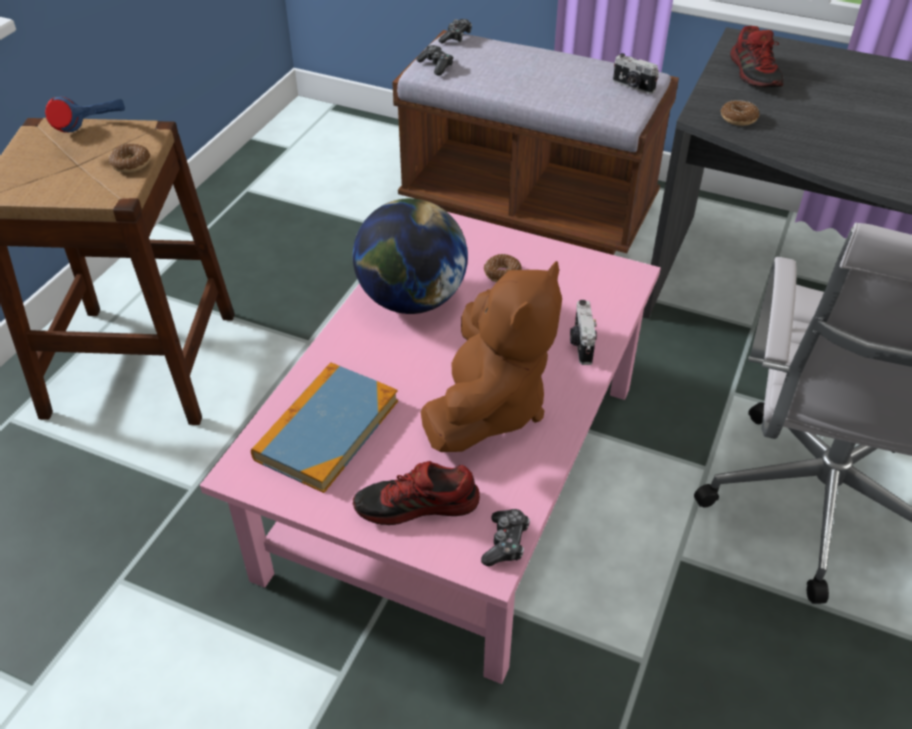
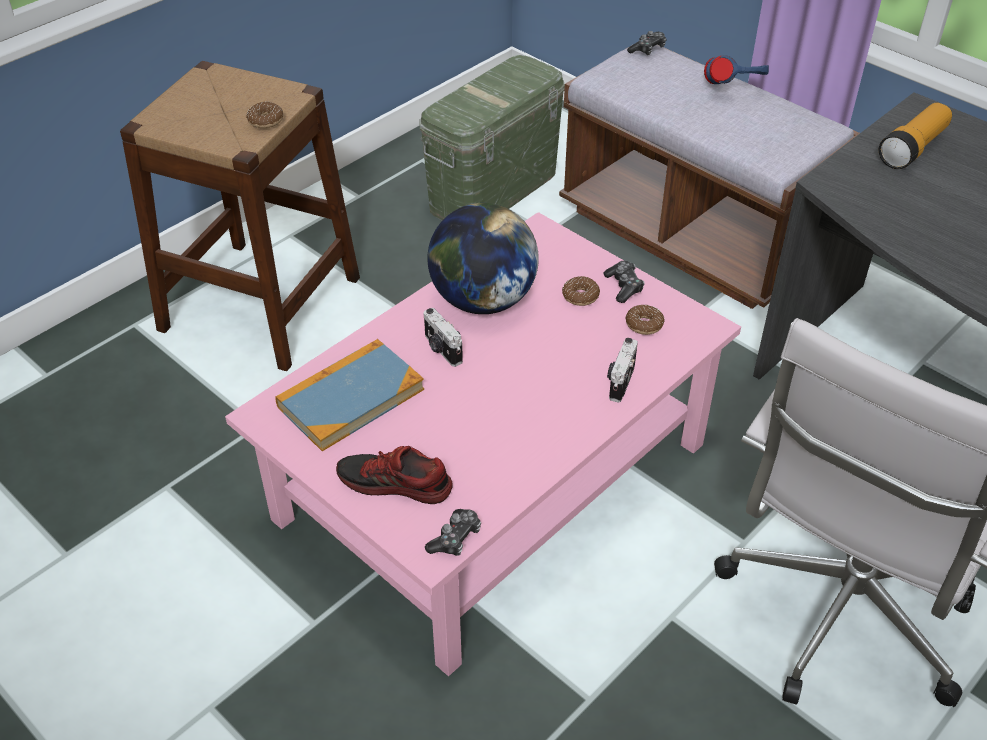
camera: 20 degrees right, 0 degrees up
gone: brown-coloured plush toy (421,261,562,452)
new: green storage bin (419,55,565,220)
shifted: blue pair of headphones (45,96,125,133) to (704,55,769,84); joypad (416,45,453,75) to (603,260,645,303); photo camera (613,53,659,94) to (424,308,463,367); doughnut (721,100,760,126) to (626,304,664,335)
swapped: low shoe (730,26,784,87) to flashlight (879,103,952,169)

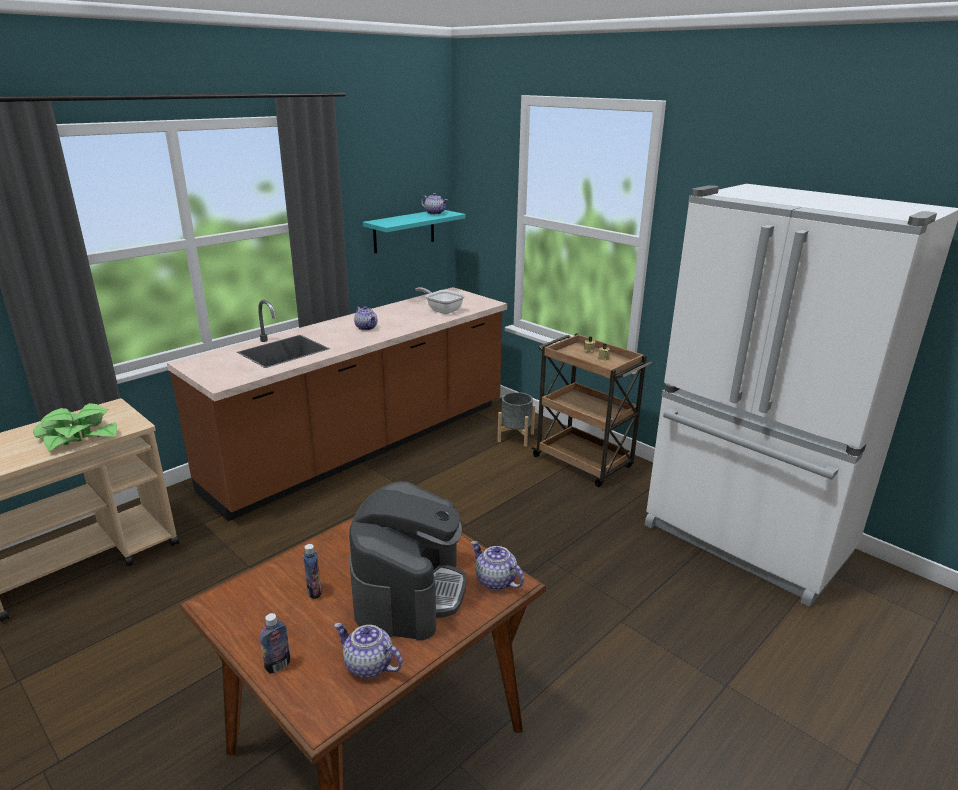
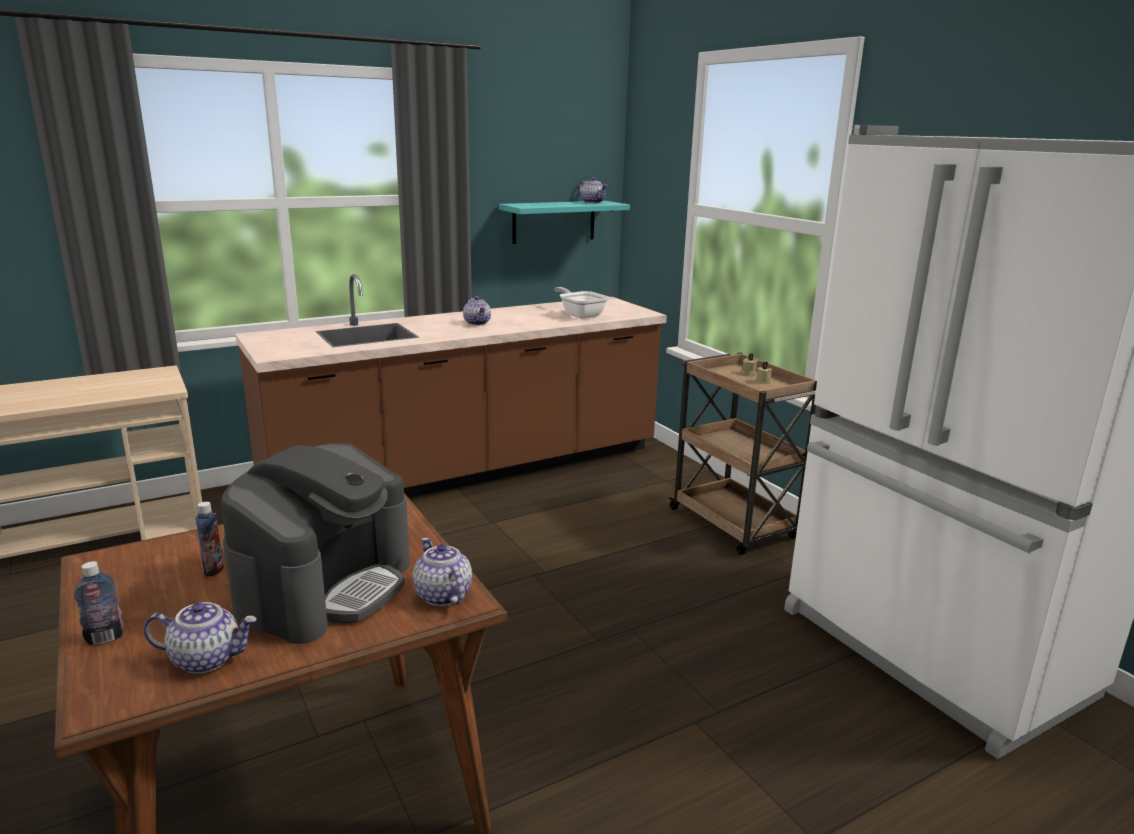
camera: 15 degrees right, 5 degrees down
gone: houseplant (33,403,117,452); grey flower pot (498,392,535,447)
rotated: teapot (334,622,403,679) = (144,602,257,674) 135 degrees clockwise

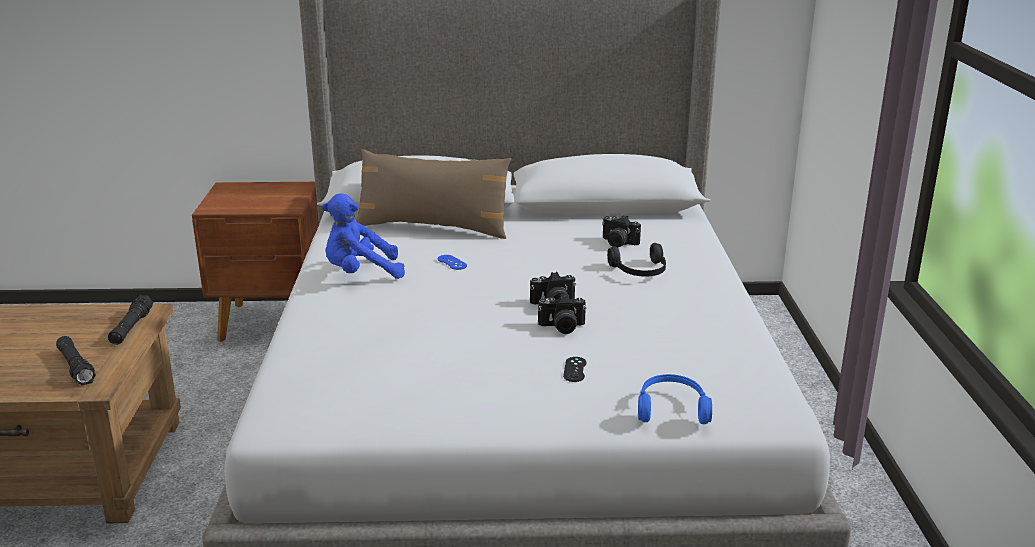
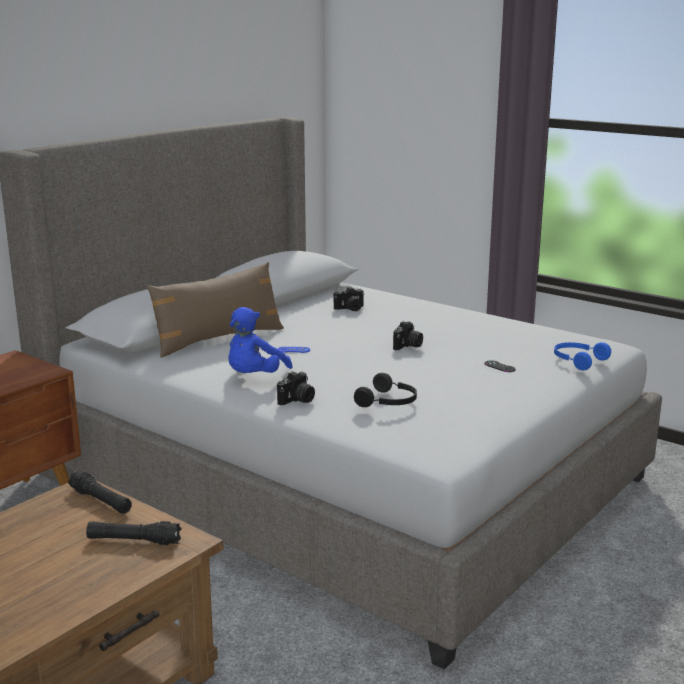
camera: 50 degrees left, 5 degrees down
shifted: photo camera (538,294,586,334) to (277,372,315,405); blackish pair of headphones (607,243,666,277) to (354,373,417,407)

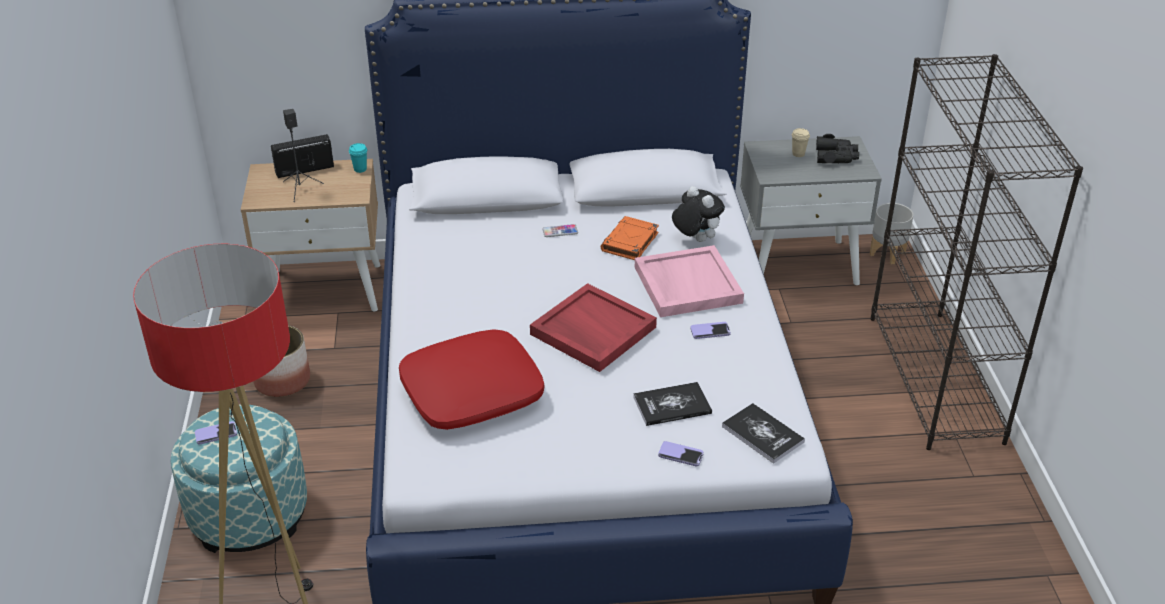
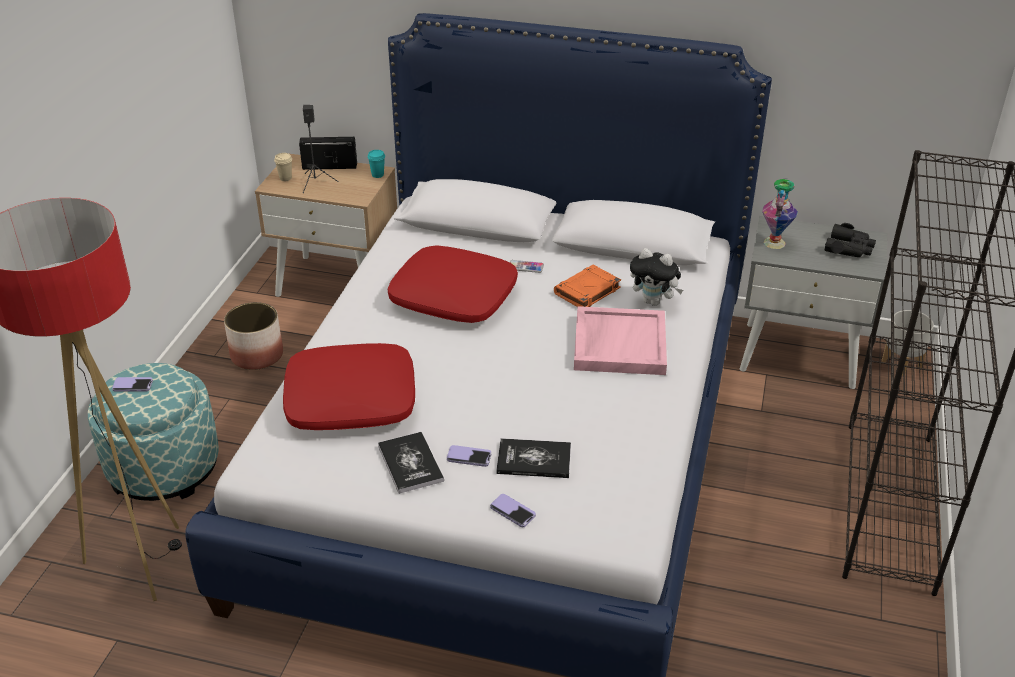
camera: 20 degrees right, 0 degrees up
gone: reddish tray (530,283,657,372)
new: reddish throw pillow (388,245,518,323); decorative vase (762,178,798,249)
shifted: handset (691,322,731,339) to (447,445,492,467); bound book (722,403,805,464) to (378,432,444,494); beige-coloured drinking cup (792,128,810,157) to (274,153,292,181)
rotated: plush toy (672,186,725,242) = (630,248,683,306) 135 degrees clockwise

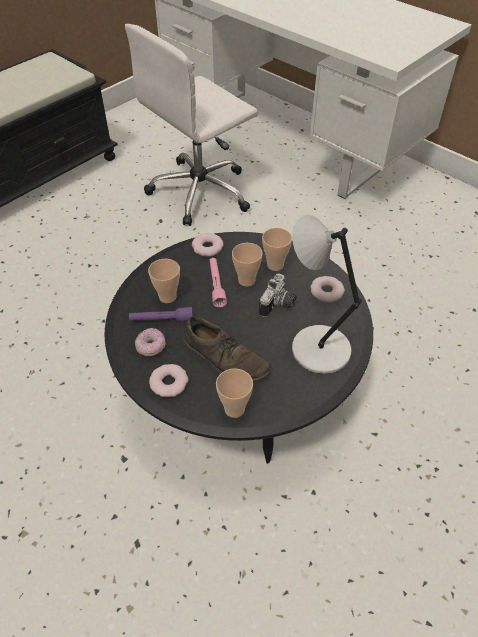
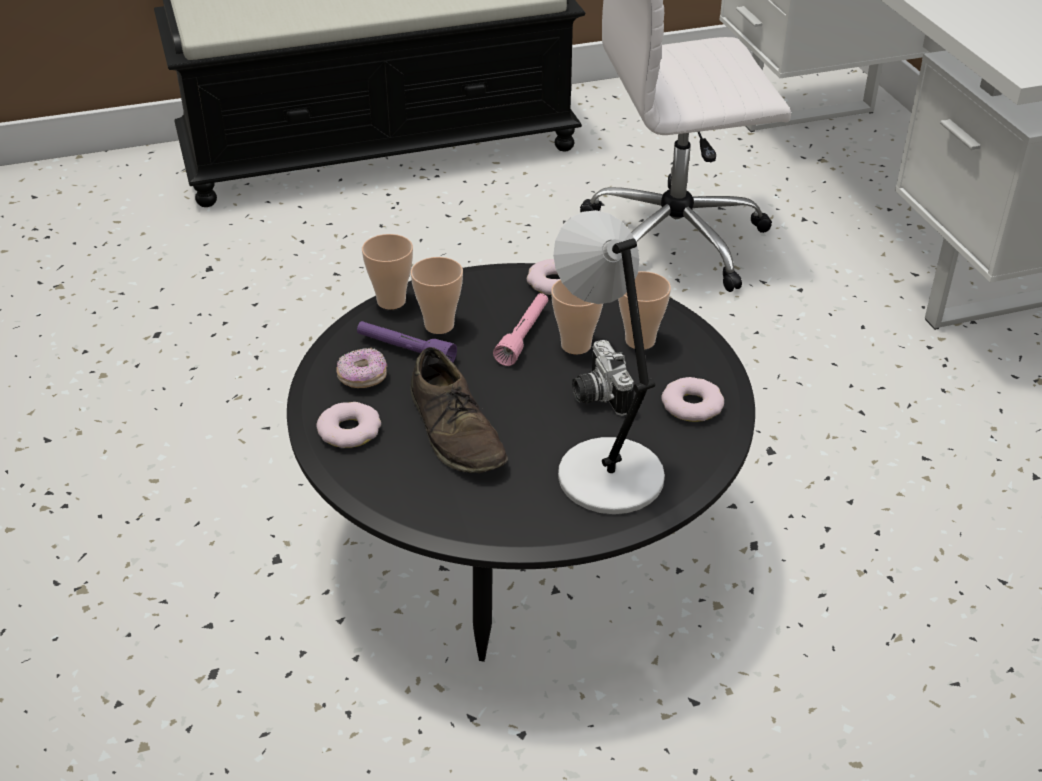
camera: 30 degrees right, 10 degrees down
shifted: drinking cup (216,368,253,418) to (362,234,413,310)
rotated: photo camera (259,274,296,317) = (572,340,634,416) 105 degrees clockwise

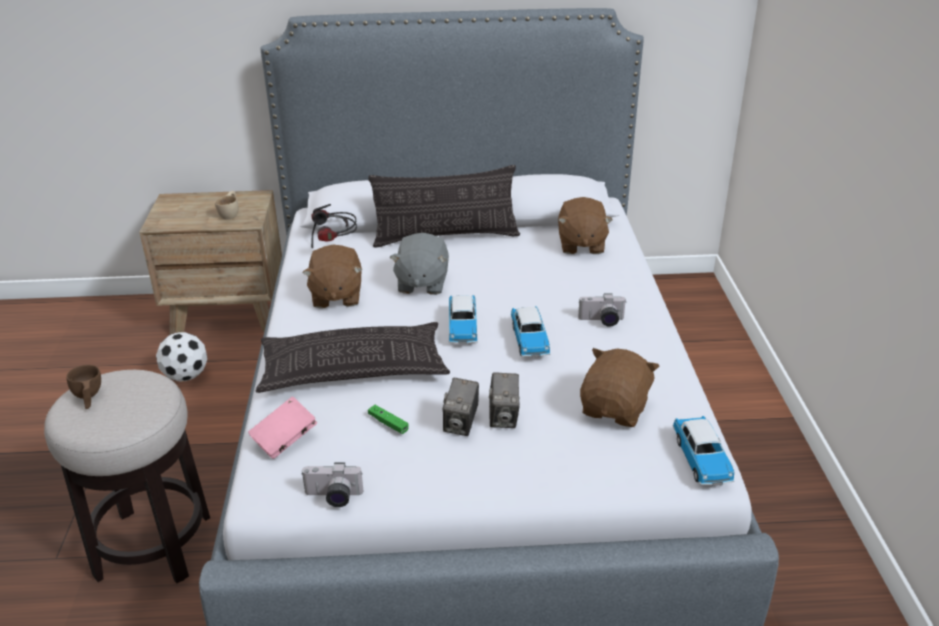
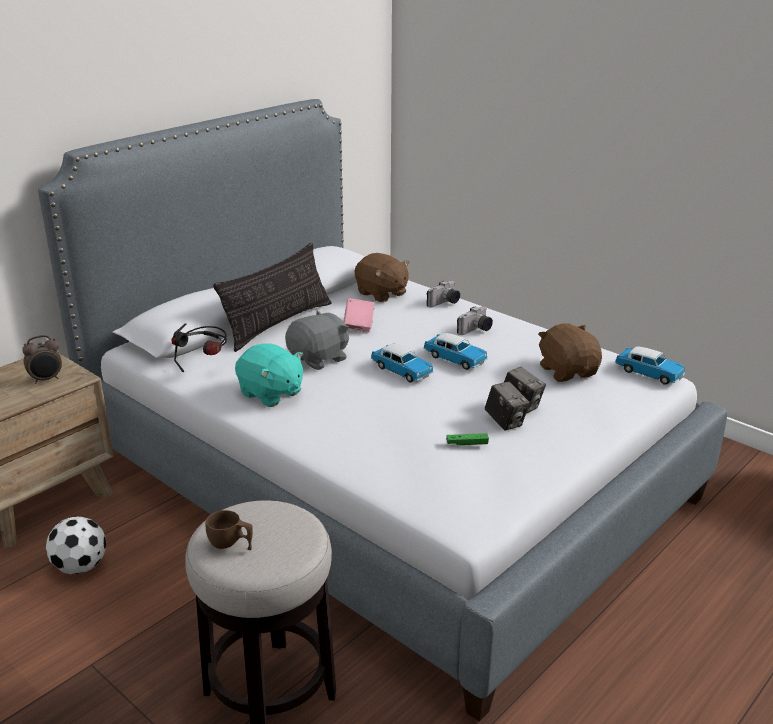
camera: 45 degrees left, 5 degrees down
gone: throw pillow (256,322,450,393)
shifted: pink bound book (248,396,317,459) to (344,298,375,333); photo camera (301,462,364,507) to (427,281,460,307)
swapped: beige-coloured drinking cup (215,191,239,220) to bedside clock (22,335,62,384)
repainted: brown-coloured plush toy (302,245,363,308) to turquoise-coloured plush toy (235,344,303,407)
rotated: grey plush toy (389,233,449,295) = (285,311,349,370) 90 degrees counterclockwise

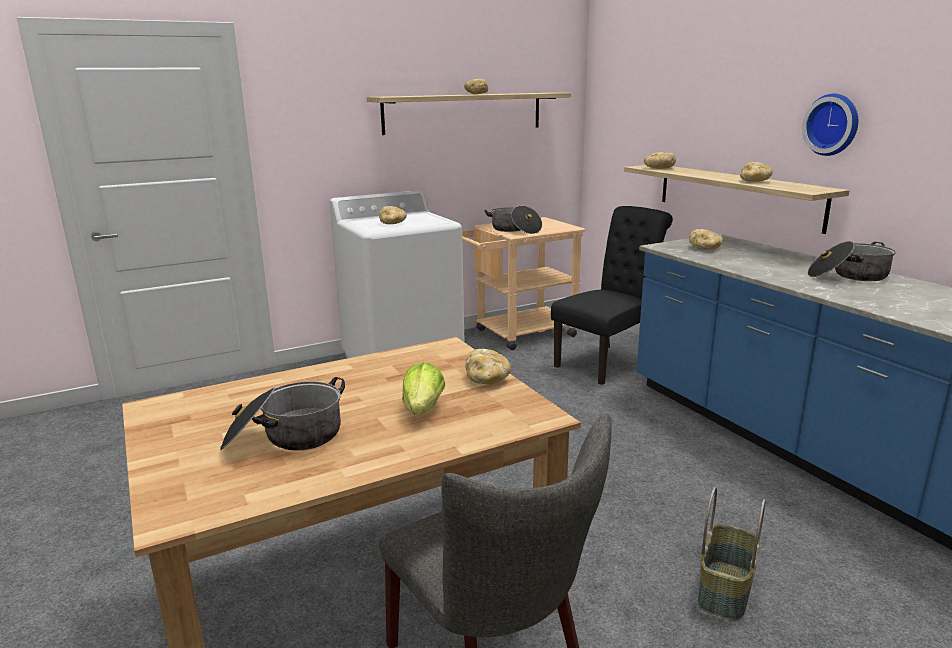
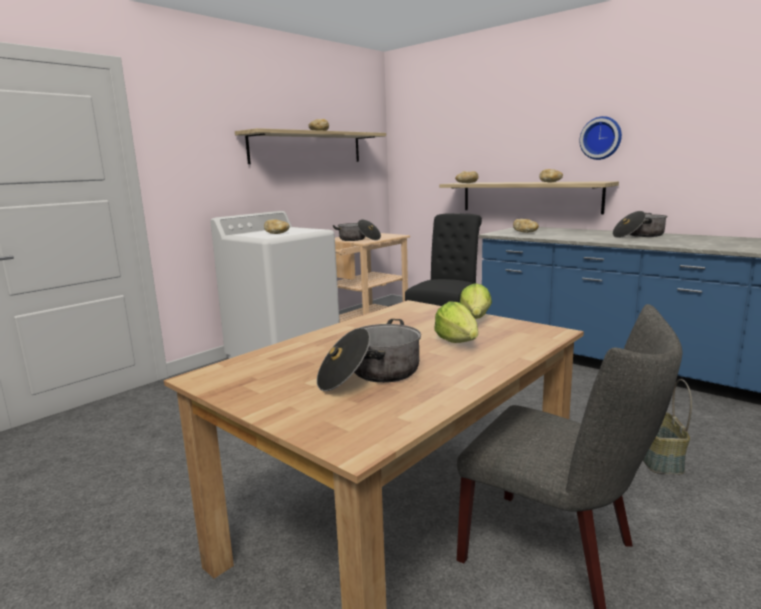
camera: 20 degrees left, 5 degrees down
swapped: baked bread (465,349,511,385) to head of lettuce (460,283,492,319)

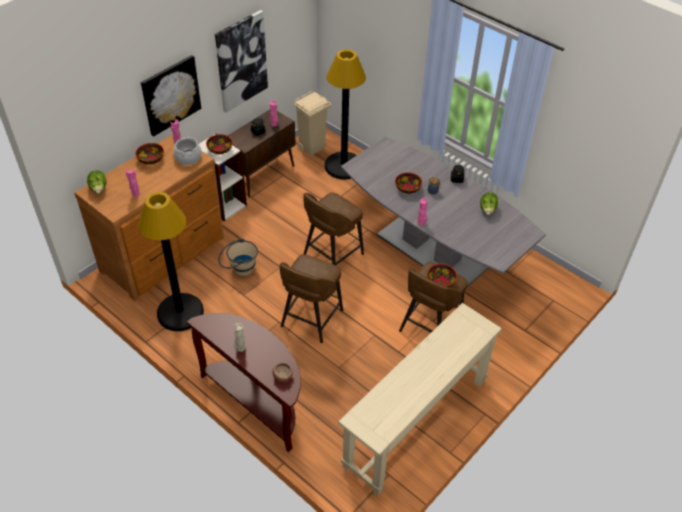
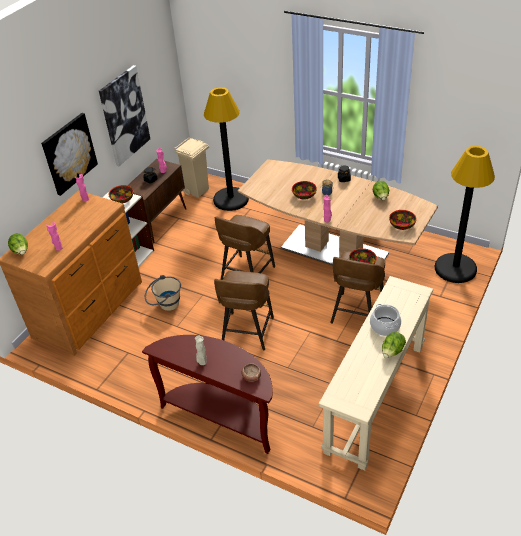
camera: 10 degrees left, 5 degrees down
new: head of lettuce (382,332,406,358)
shifted: deep dish (135,143,164,165) to (389,210,416,230); blackish standing lamp (138,192,204,331) to (435,146,495,283); stockpot (173,137,202,165) to (370,304,401,336)
repainted: grey kitchen table (341,137,546,287) to brown-coloured kitchen table (238,159,438,265)

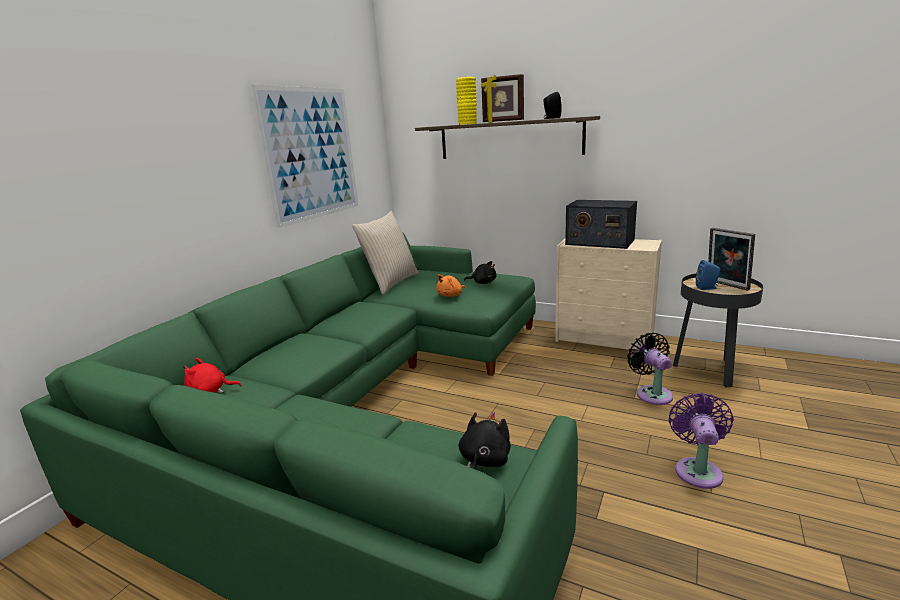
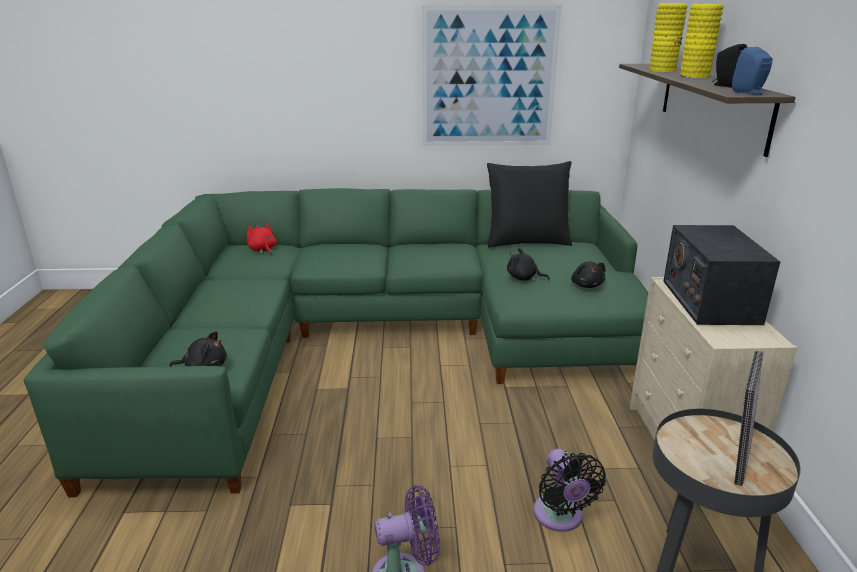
camera: 60 degrees right, 5 degrees up
shifted: blue audio speaker (696,260,720,290) to (732,47,773,95)
swapped: picture frame (481,74,524,123) to yellow-coloured decorative vase (680,4,724,78)
repainted: beige-coloured throw pillow (352,211,418,295) to blackish throw pillow (487,161,572,247); orange plush toy (436,274,466,297) to blackish plush toy (507,248,550,281)
rotated: blackish electric fan (627,333,673,405) = (533,449,606,532) 120 degrees clockwise

